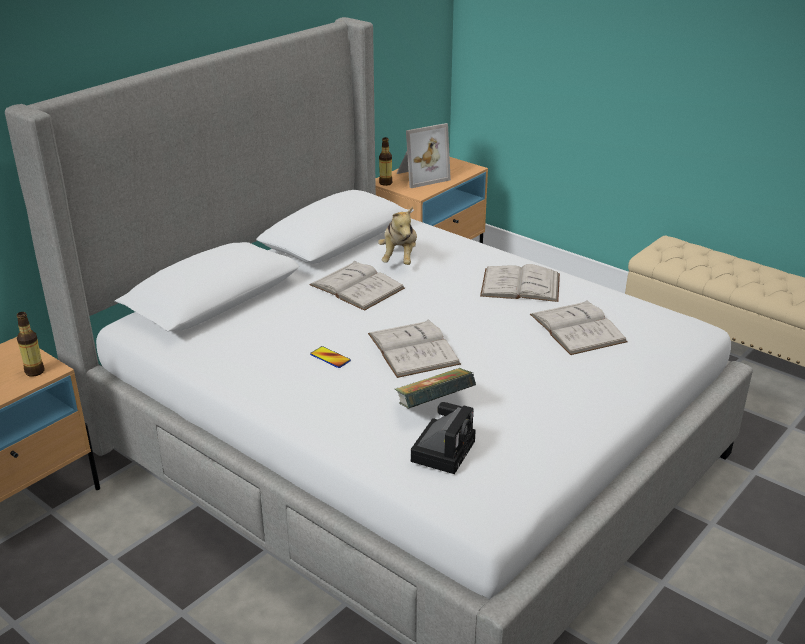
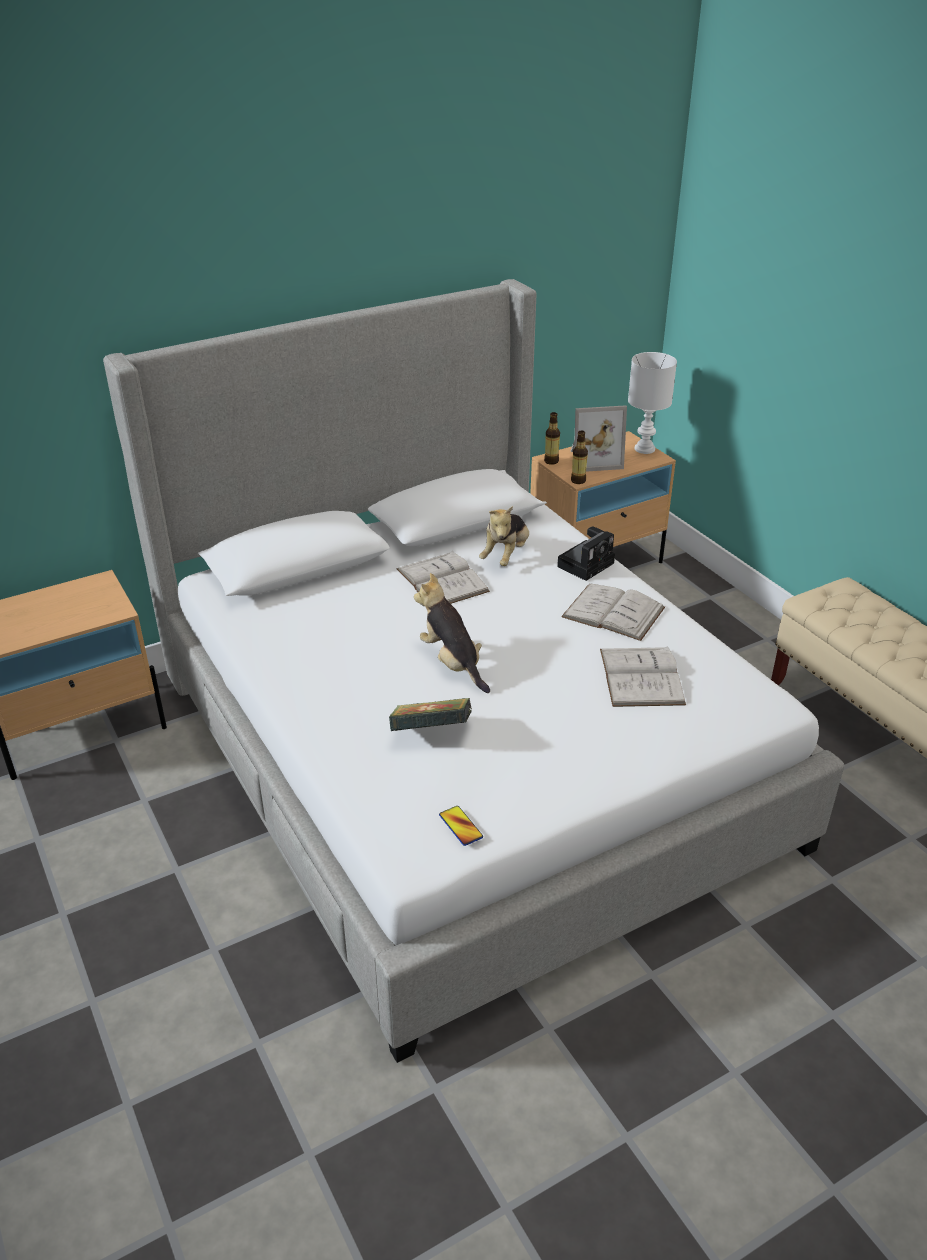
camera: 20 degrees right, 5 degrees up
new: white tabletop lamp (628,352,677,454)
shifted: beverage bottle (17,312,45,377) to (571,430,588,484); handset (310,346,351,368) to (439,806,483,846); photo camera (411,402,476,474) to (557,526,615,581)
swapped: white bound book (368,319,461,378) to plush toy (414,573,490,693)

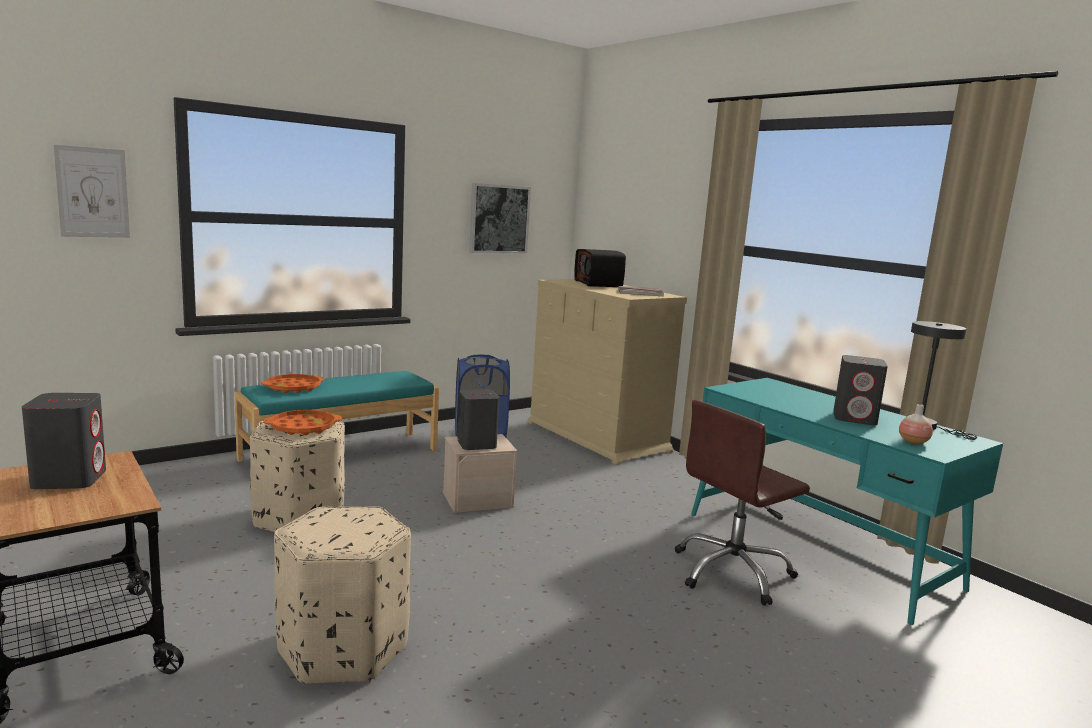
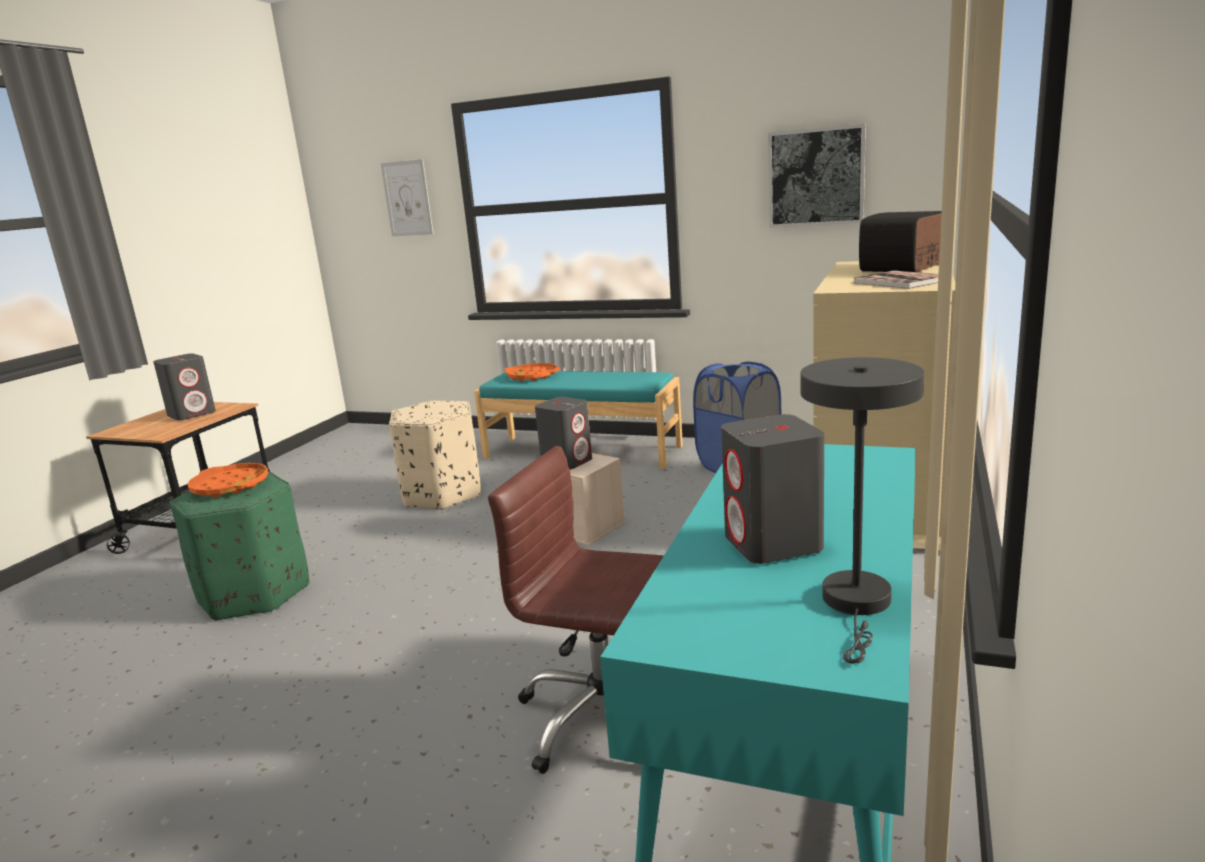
camera: 60 degrees right, 5 degrees up
gone: decorative vase (899,404,933,445)
shifted: orange tray (264,410,342,435) to (187,463,268,498)
repainted: beige-coloured footrest (274,506,411,684) to green footrest (170,472,309,621)

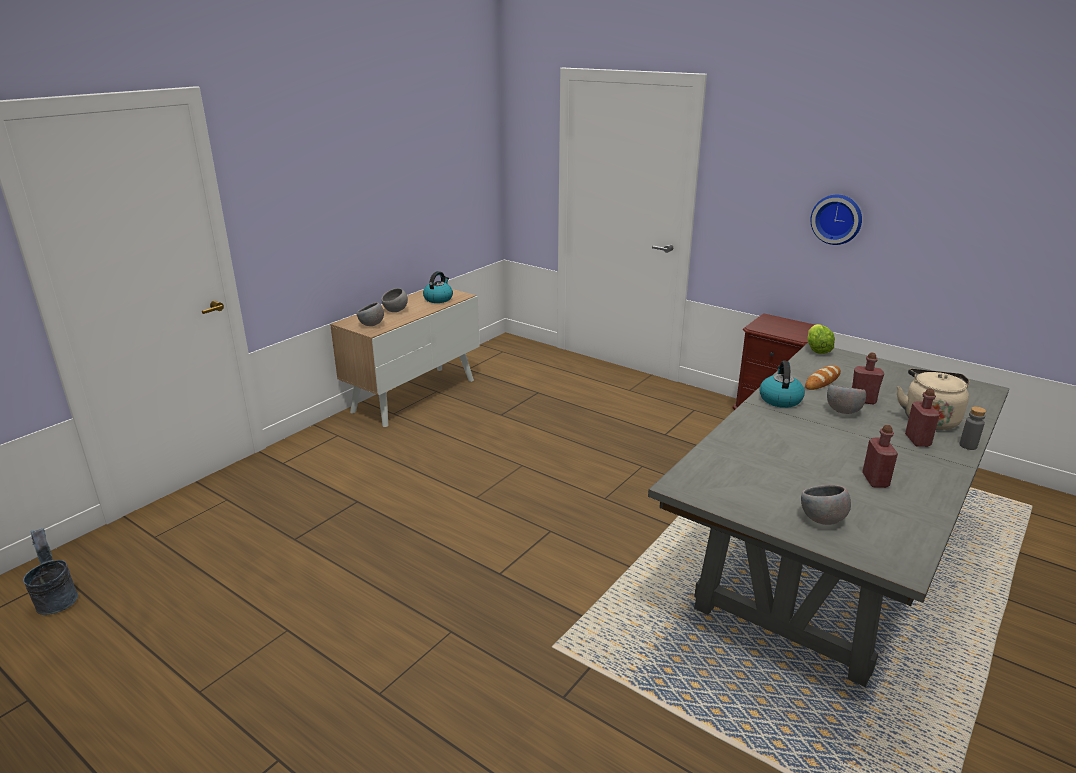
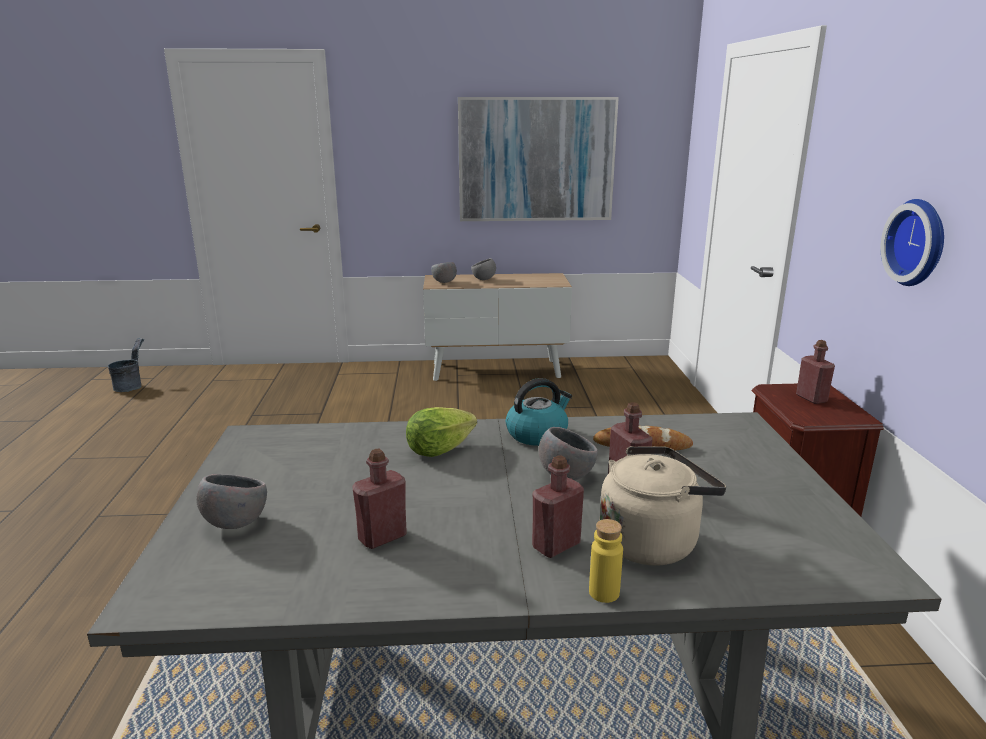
camera: 50 degrees right, 5 degrees down
gone: water kettle (423,271,453,303)
new: picture (458,97,619,221); reddish beverage bottle (796,340,835,404)
shifted: head of lettuce (807,324,835,354) to (406,407,477,457)
repainted: grey beverage bottle (959,407,986,450) to yellow-coloured beverage bottle (589,519,623,603)

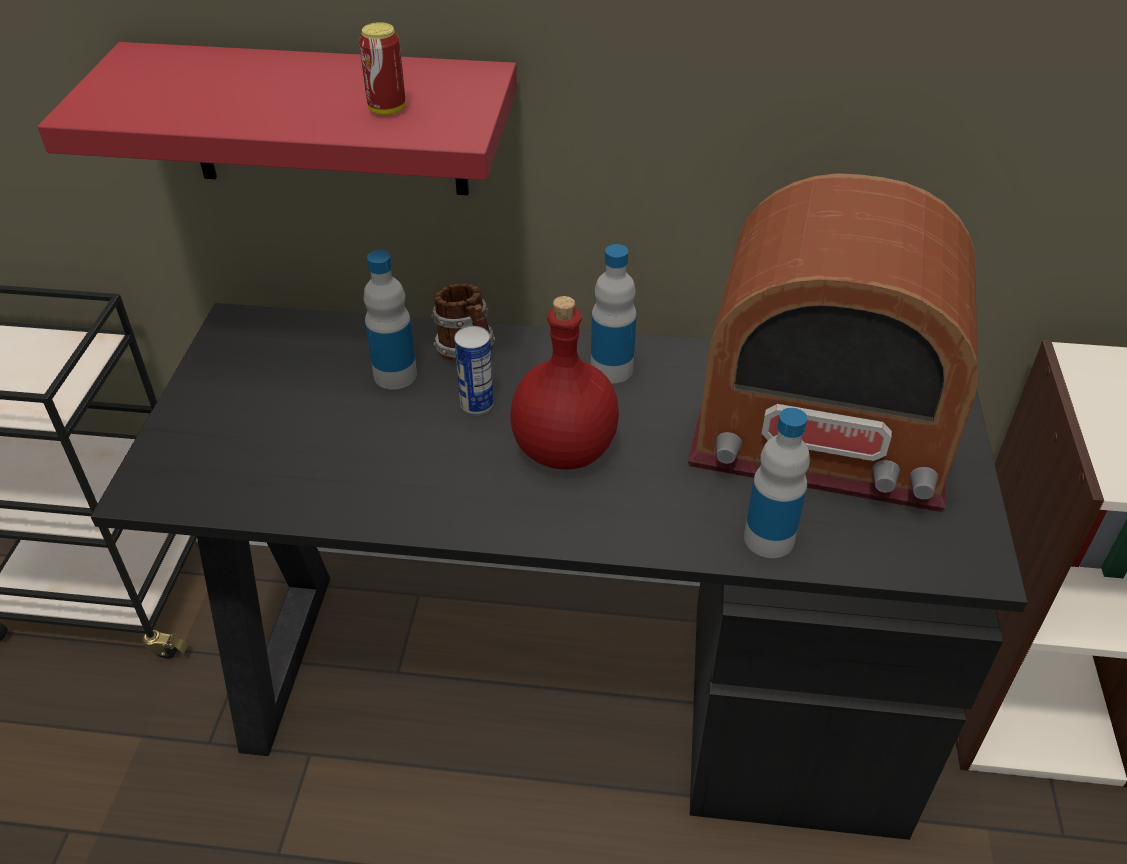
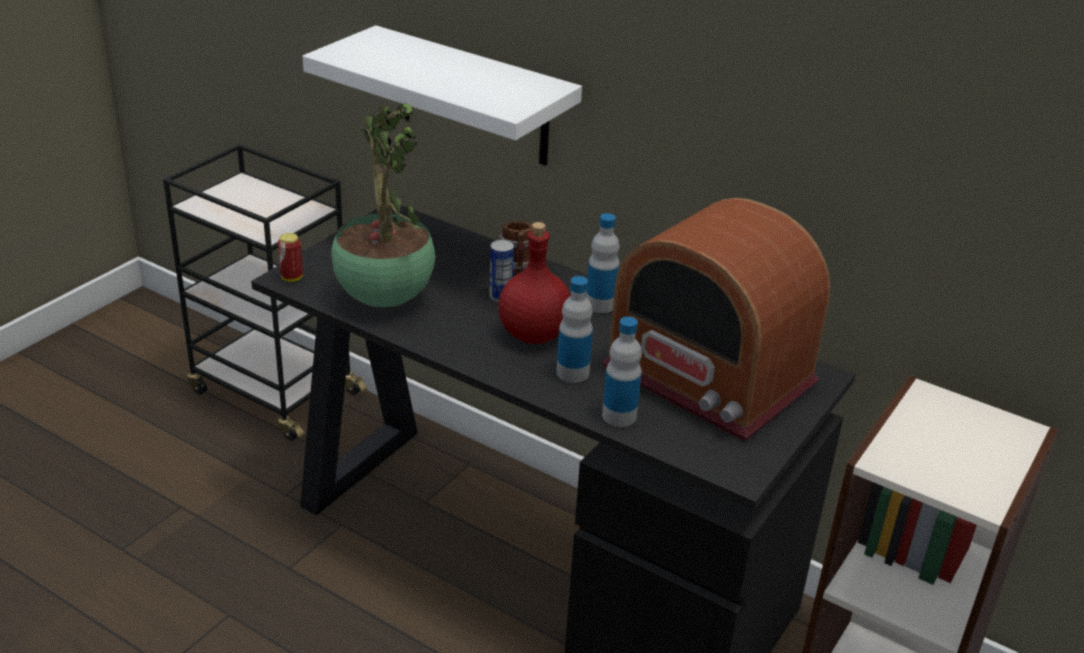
camera: 25 degrees right, 10 degrees down
new: houseplant (331,103,435,307)
shifted: sealed can (359,22,405,115) to (278,233,303,282); beverage bottle (364,250,417,390) to (556,276,593,383)
repainted: reddish bracket shelf (38,42,517,195) to white bracket shelf (303,25,582,166)

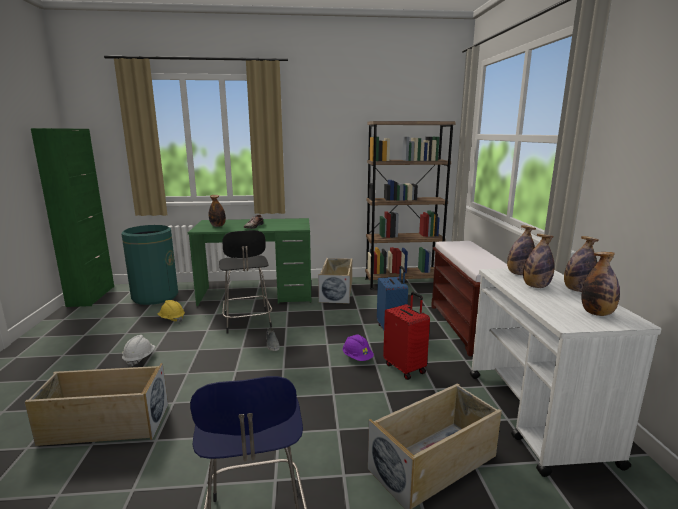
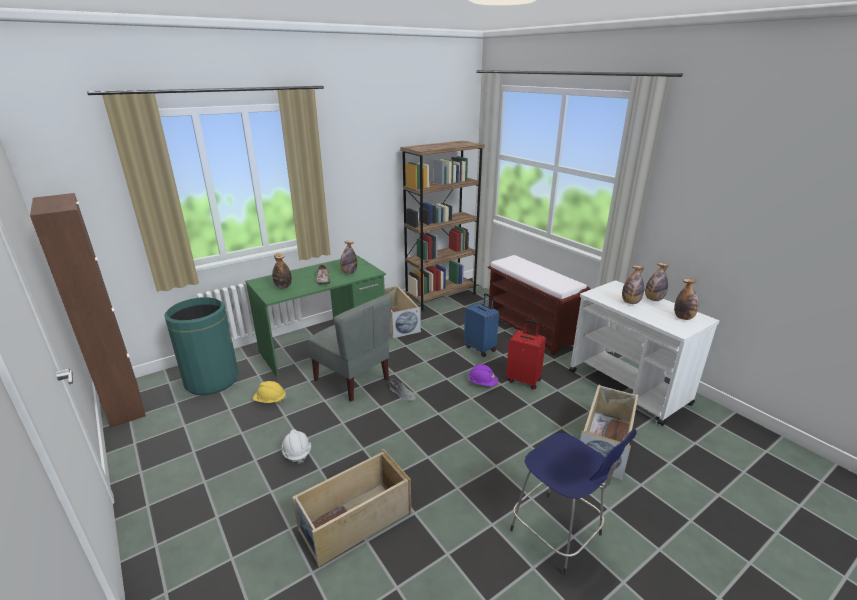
camera: 30 degrees left, 10 degrees up
shifted: beverage bottle (507,225,536,275) to (340,241,357,274)
swapped: blackish sitting stool (219,230,272,334) to grey plain chair (308,294,392,401)
repainted: green cupboard (31,128,114,307) to brown-coloured cupboard (30,193,146,428)

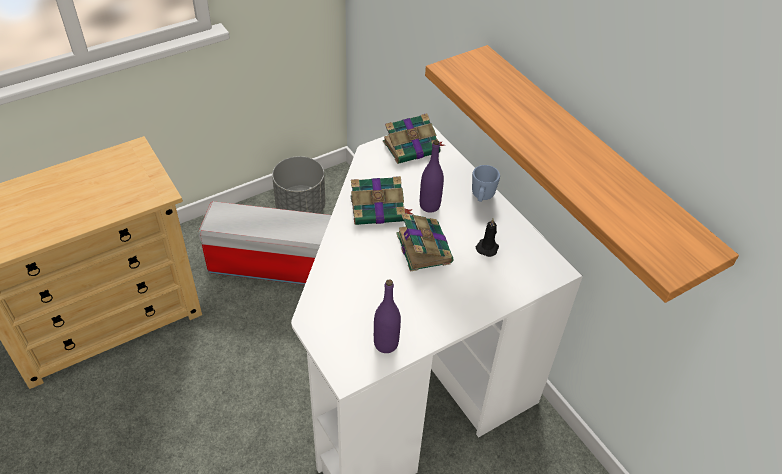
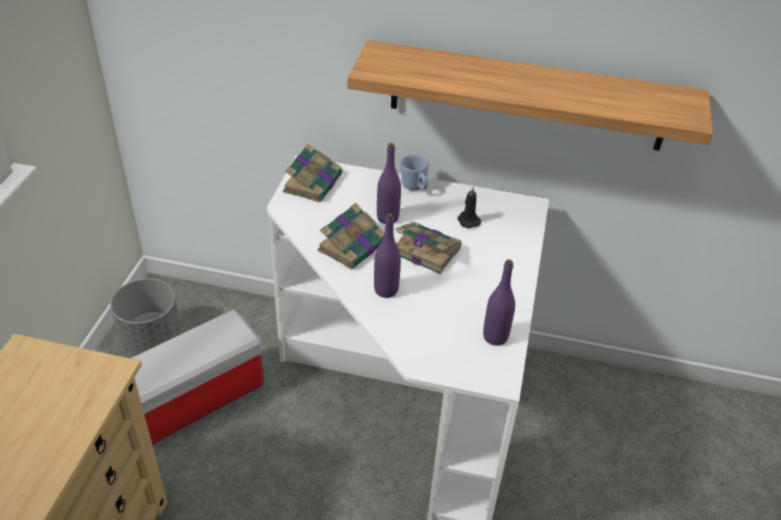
camera: 45 degrees left, 5 degrees down
new: purplish beverage bottle (374,213,401,298)

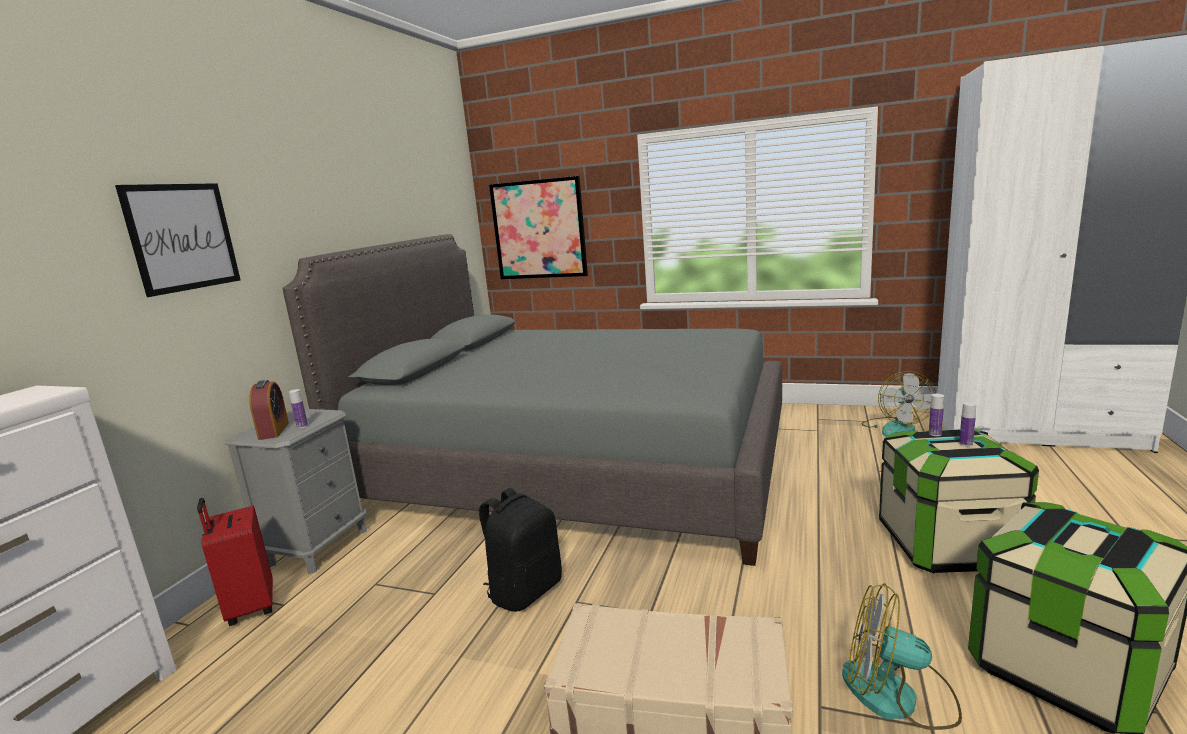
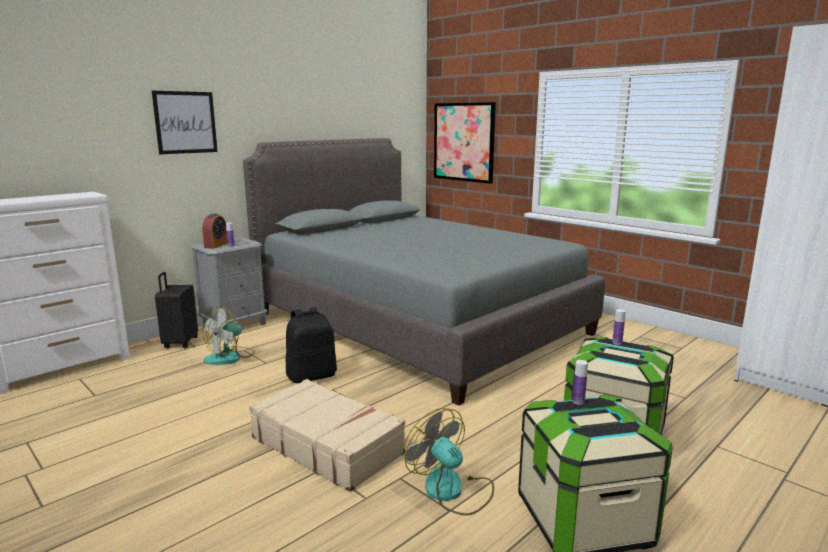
camera: 25 degrees right, 0 degrees up
shifted: electric fan (862,371,936,437) to (203,306,255,365); beverage bottle (959,402,976,446) to (572,360,588,405)
repainted: reddish travel case (197,498,273,626) to blackish travel case (155,272,198,348)

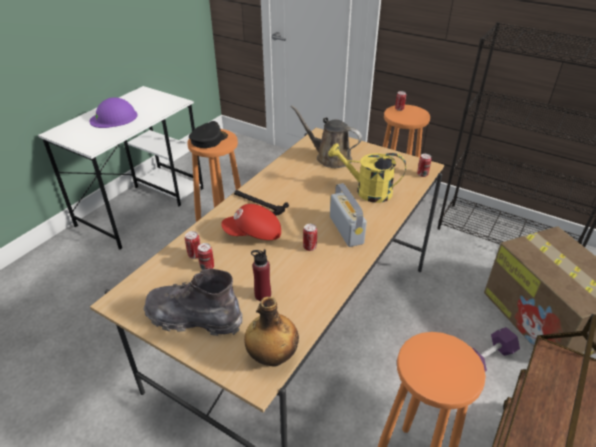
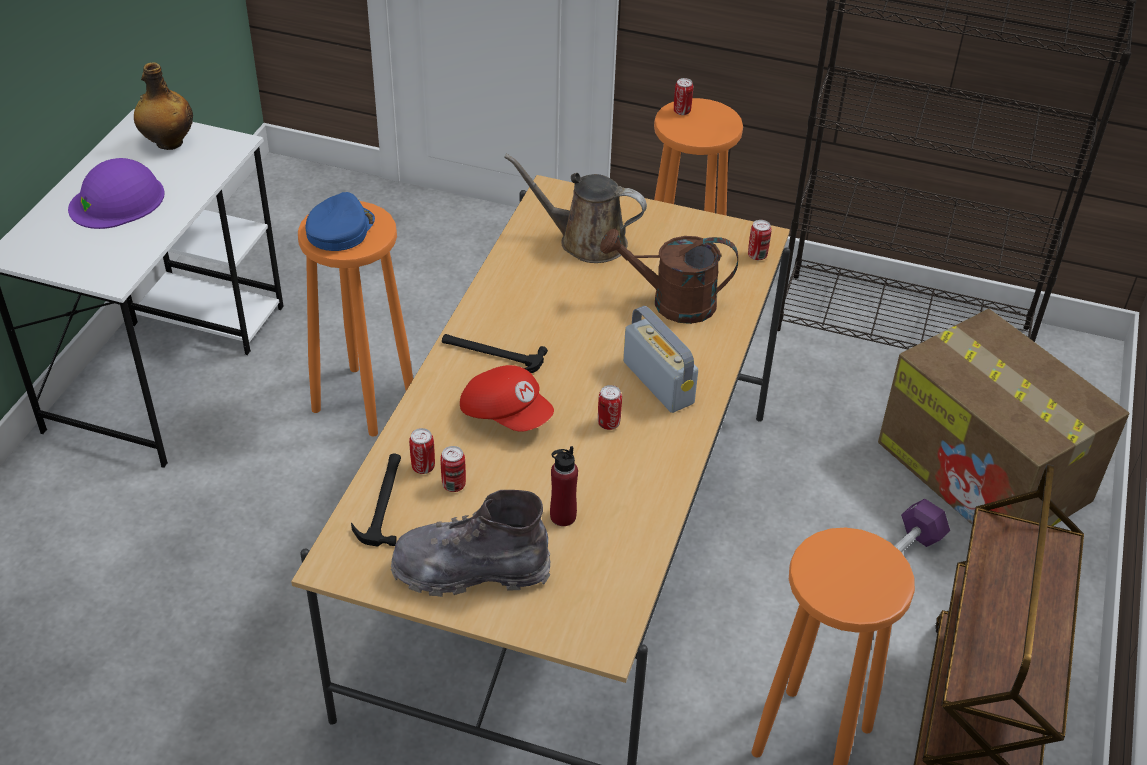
camera: 15 degrees left, 5 degrees up
new: hand hammer (351,454,401,547)
shifted: beverage bottle (244,297,299,367) to (134,62,193,150)
repainted: blackish cap (189,121,228,148) to blue cap (305,192,375,251); yellow-coloured watering pot (328,143,406,203) to brown-coloured watering pot (600,229,738,324)
rotated: reddish cap (221,204,281,240) = (460,365,554,432) 120 degrees counterclockwise

